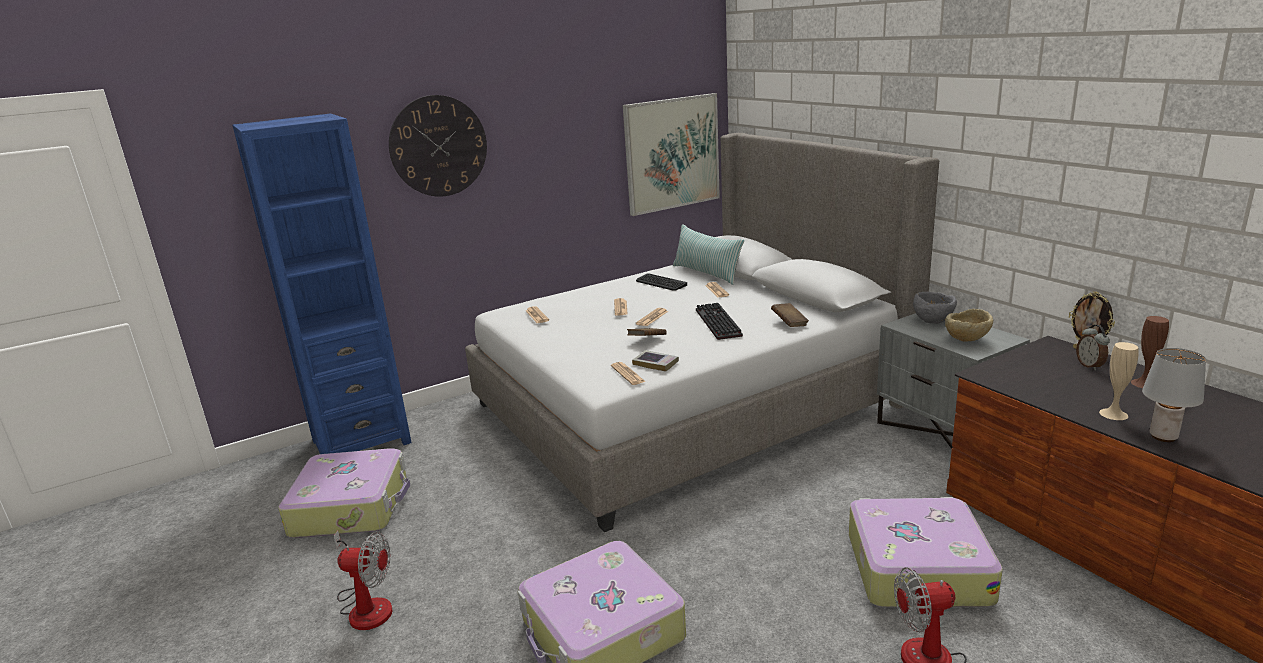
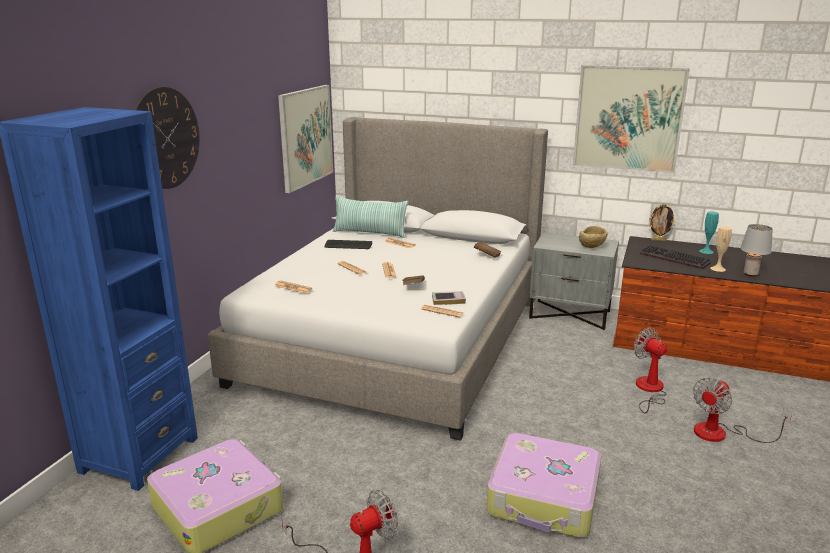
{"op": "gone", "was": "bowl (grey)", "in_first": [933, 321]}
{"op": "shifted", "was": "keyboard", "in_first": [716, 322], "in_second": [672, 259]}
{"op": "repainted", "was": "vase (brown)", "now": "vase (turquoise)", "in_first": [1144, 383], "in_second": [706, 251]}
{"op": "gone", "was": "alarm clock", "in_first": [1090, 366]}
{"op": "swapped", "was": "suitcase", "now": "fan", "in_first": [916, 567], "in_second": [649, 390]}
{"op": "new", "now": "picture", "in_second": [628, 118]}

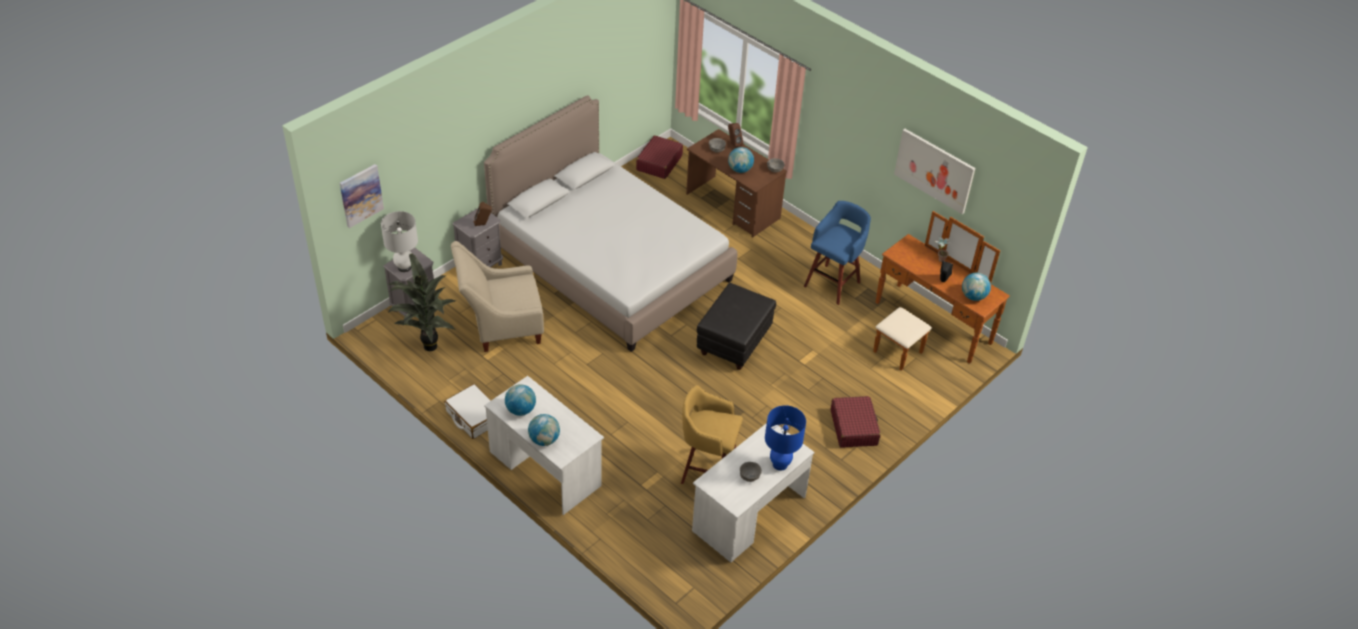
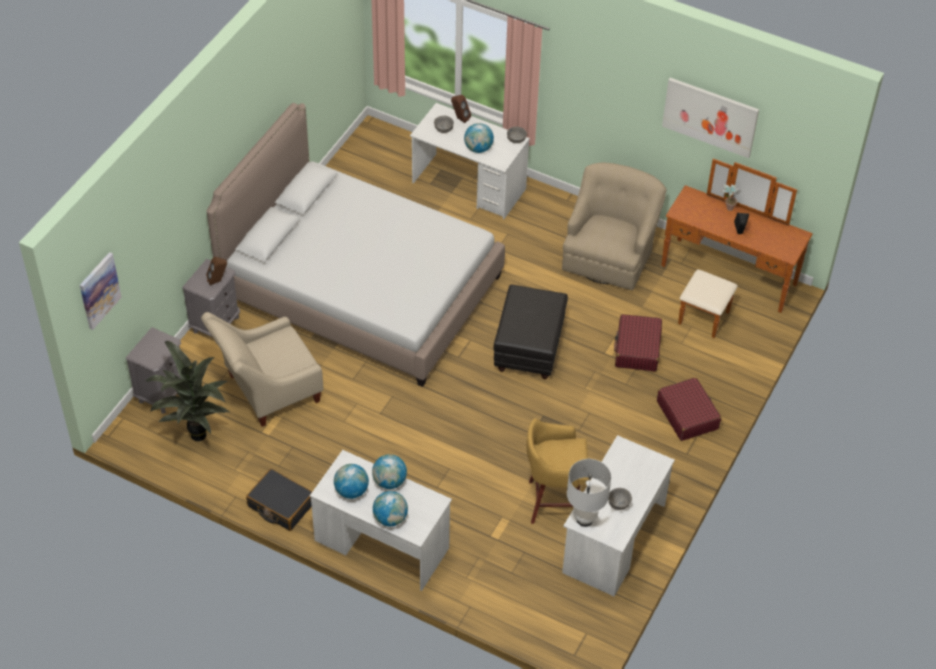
{"op": "repainted", "was": "desk (brown)", "now": "desk (white)", "in_first": [732, 206], "in_second": [469, 186]}
{"op": "shifted", "was": "suitcase (red)", "in_first": [659, 163], "in_second": [637, 349]}
{"op": "swapped", "was": "stool (blue)", "now": "armchair (beige)", "in_first": [833, 283], "in_second": [609, 254]}
{"op": "shifted", "was": "table lamp (white)", "in_first": [404, 267], "in_second": [584, 519]}
{"op": "shifted", "was": "globe", "in_first": [973, 296], "in_second": [389, 481]}
{"op": "repainted", "was": "suitcase (white)", "now": "suitcase (black)", "in_first": [473, 417], "in_second": [280, 505]}
{"op": "gone", "was": "table lamp (blue)", "in_first": [780, 464]}

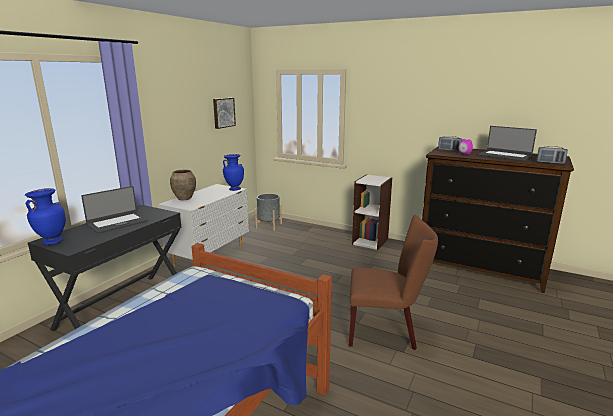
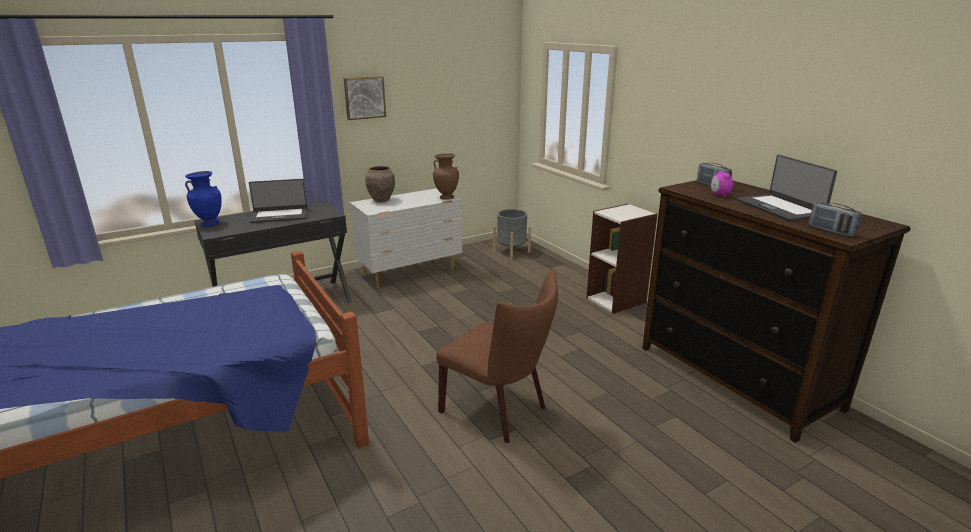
{"op": "shifted", "was": "picture", "in_first": [223, 112], "in_second": [364, 97]}
{"op": "repainted", "was": "vase (blue)", "now": "vase (brown)", "in_first": [234, 189], "in_second": [446, 198]}

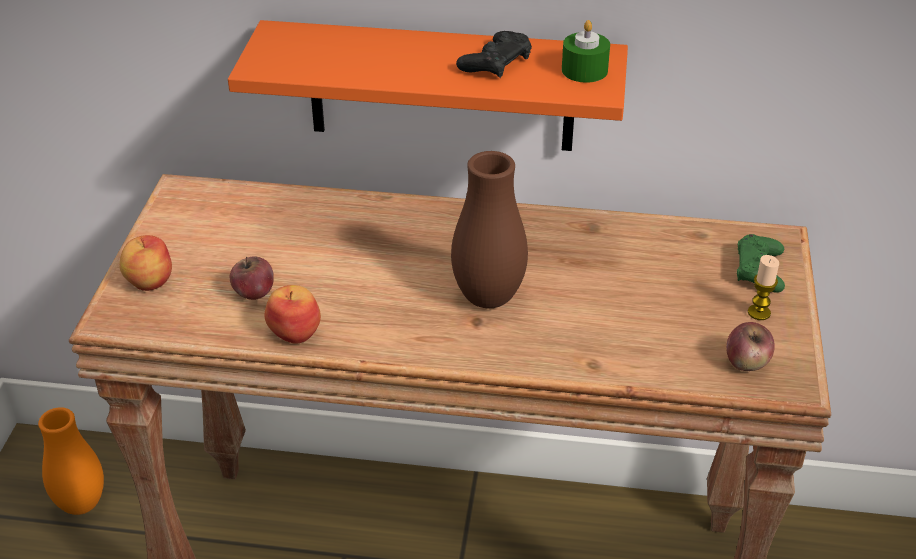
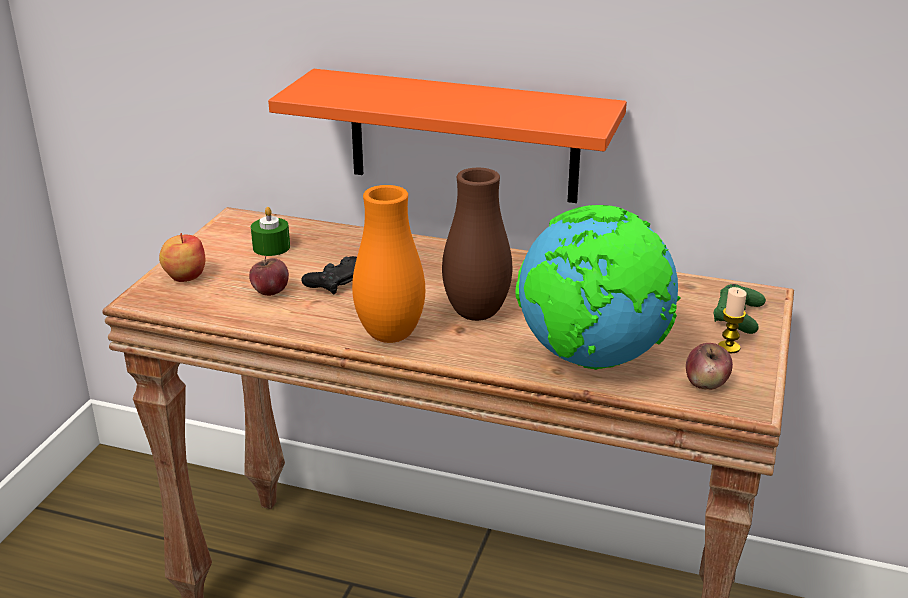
{"op": "shifted", "was": "candle (green)", "in_first": [584, 70], "in_second": [271, 247]}
{"op": "shifted", "was": "game controller (black)", "in_first": [496, 63], "in_second": [338, 282]}
{"op": "gone", "was": "apple", "in_first": [295, 331]}
{"op": "shifted", "was": "vase (orange)", "in_first": [81, 504], "in_second": [390, 335]}
{"op": "new", "now": "globe", "in_second": [592, 359]}

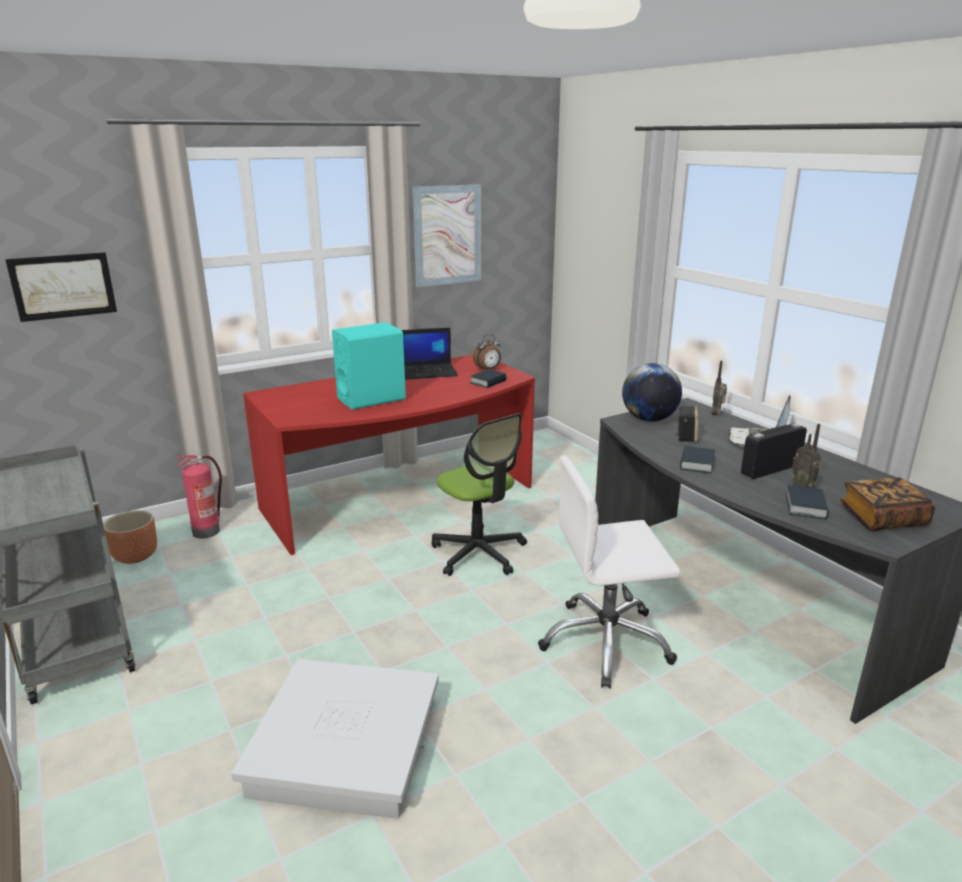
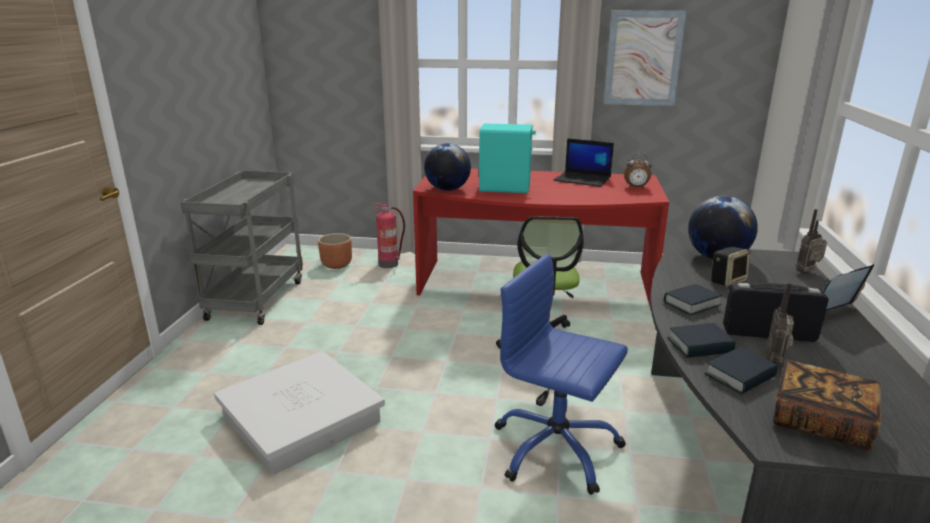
{"op": "gone", "was": "picture", "in_first": [63, 286]}
{"op": "shifted", "was": "book", "in_first": [488, 382], "in_second": [700, 346]}
{"op": "repainted", "was": "office chair (white)", "now": "office chair (blue)", "in_first": [606, 642], "in_second": [555, 449]}
{"op": "new", "now": "globe", "in_second": [447, 189]}

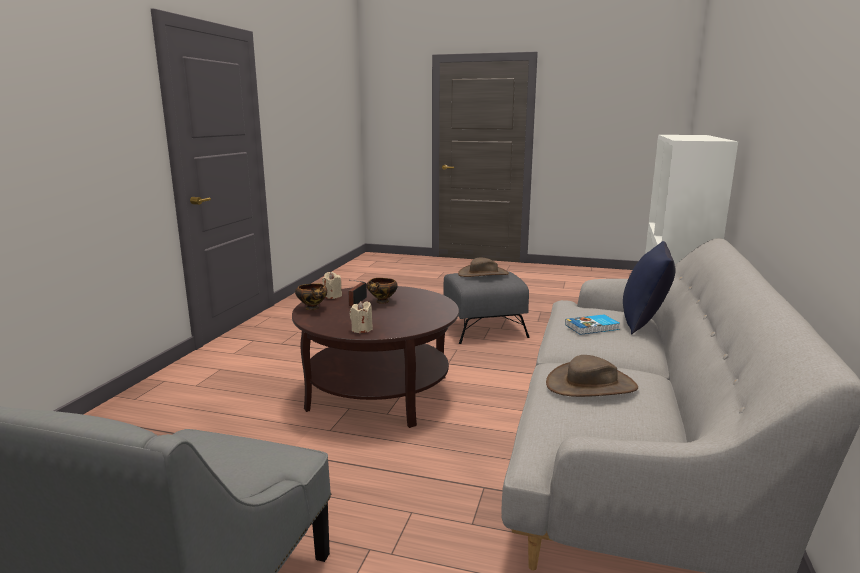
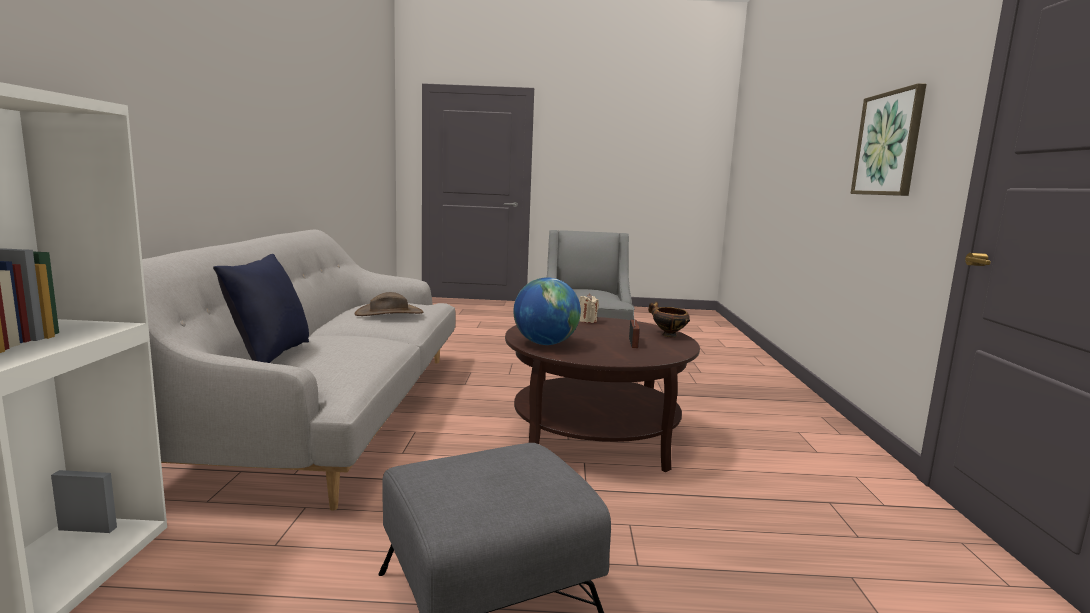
{"op": "gone", "was": "hat (brown)", "in_first": [483, 274]}
{"op": "gone", "was": "candle (beige)", "in_first": [332, 296]}
{"op": "gone", "was": "bowl", "in_first": [382, 302]}
{"op": "gone", "was": "book", "in_first": [592, 327]}
{"op": "new", "now": "picture", "in_second": [888, 144]}
{"op": "new", "now": "globe", "in_second": [545, 344]}

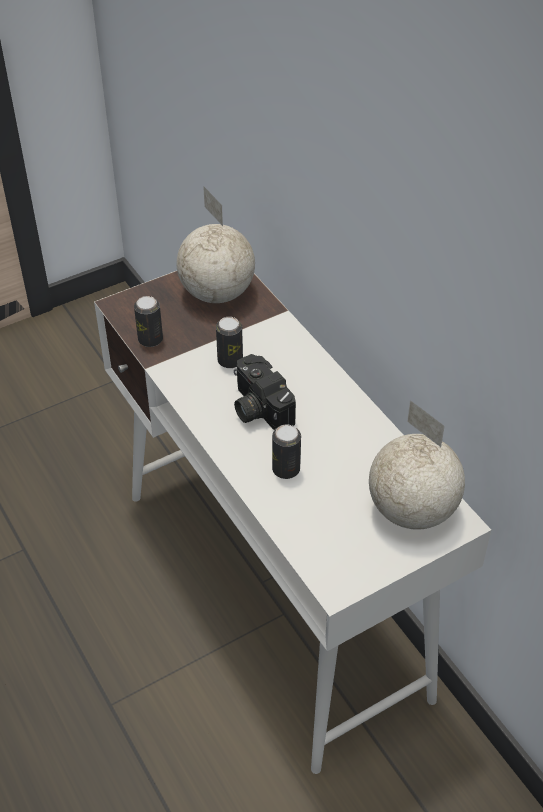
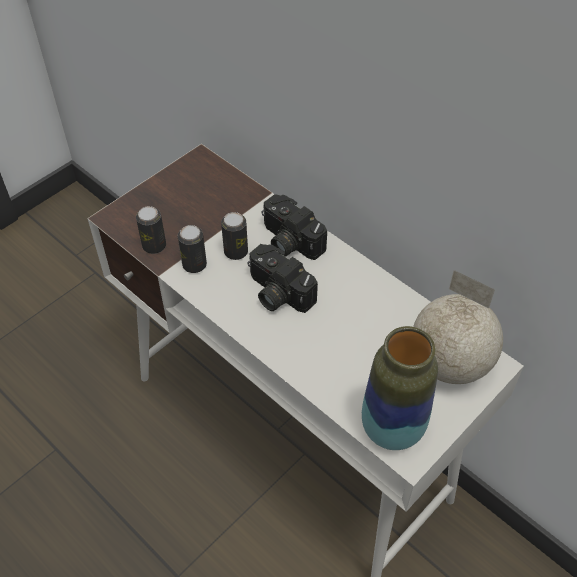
{"op": "gone", "was": "globe", "in_first": [217, 293]}
{"op": "shifted", "was": "can", "in_first": [286, 469], "in_second": [194, 265]}
{"op": "new", "now": "photo camera", "in_second": [288, 241]}
{"op": "new", "now": "vase", "in_second": [392, 429]}

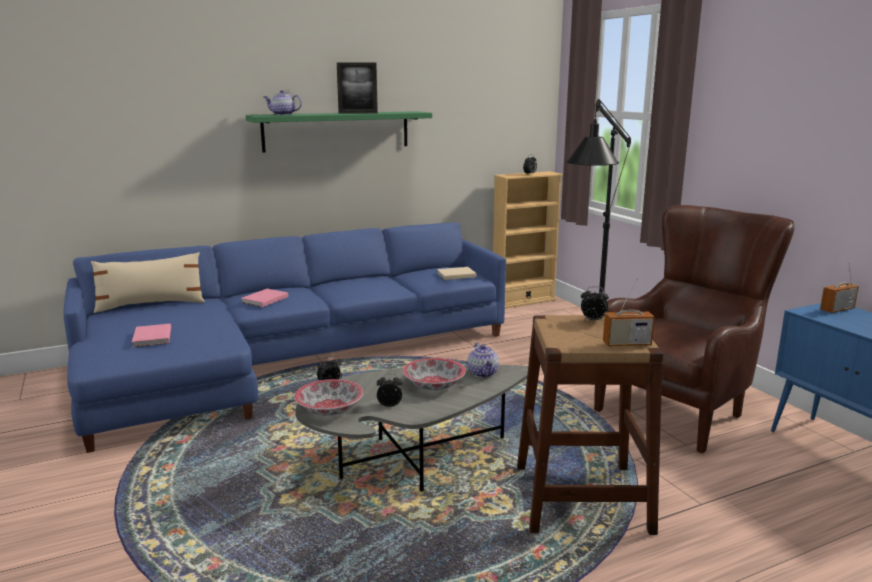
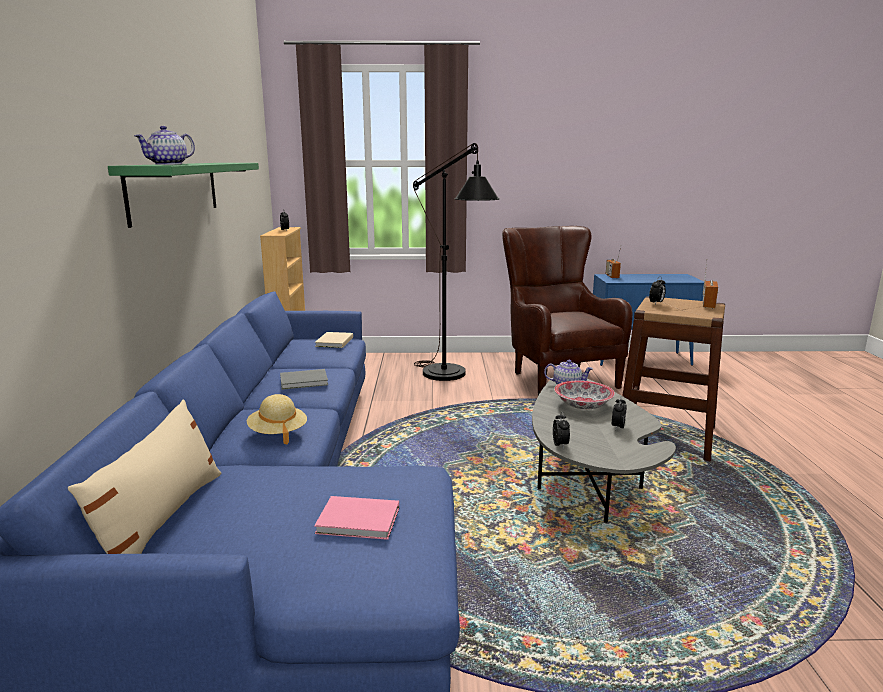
{"op": "gone", "was": "picture frame", "in_first": [358, 113]}
{"op": "swapped", "was": "book (pink)", "now": "hat (beige)", "in_first": [263, 300], "in_second": [278, 433]}
{"op": "gone", "was": "bowl", "in_first": [329, 410]}
{"op": "new", "now": "book (grey)", "in_second": [305, 381]}

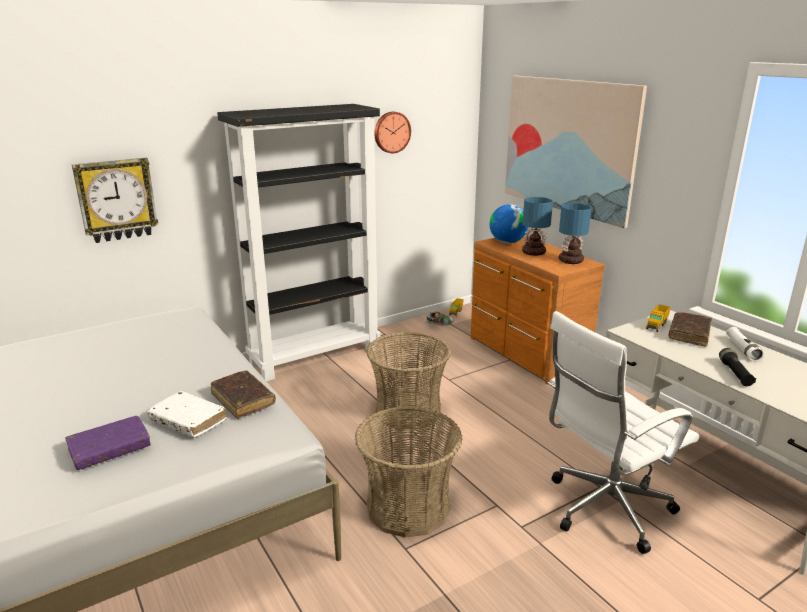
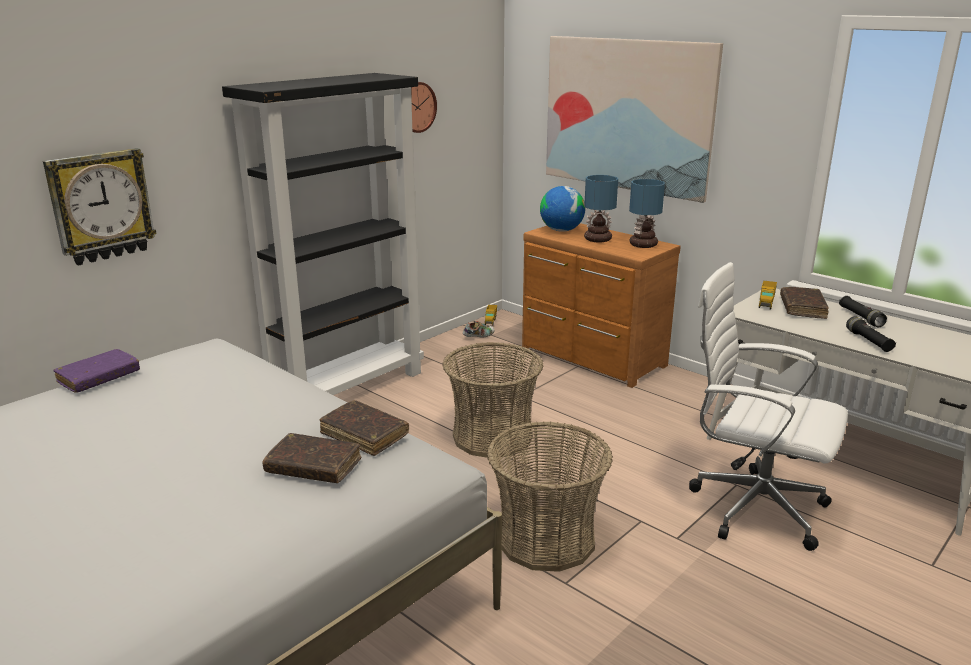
{"op": "rotated", "was": "office chair (white)", "in_first": [604, 510], "in_second": [751, 507], "clockwise": 75}
{"op": "repainted", "was": "flashlight (white)", "now": "flashlight (black)", "in_first": [742, 349], "in_second": [860, 317]}
{"op": "repainted", "was": "book (white)", "now": "book (brown)", "in_first": [188, 421], "in_second": [313, 467]}
{"op": "shifted", "was": "book (purple)", "in_first": [110, 449], "in_second": [99, 378]}

